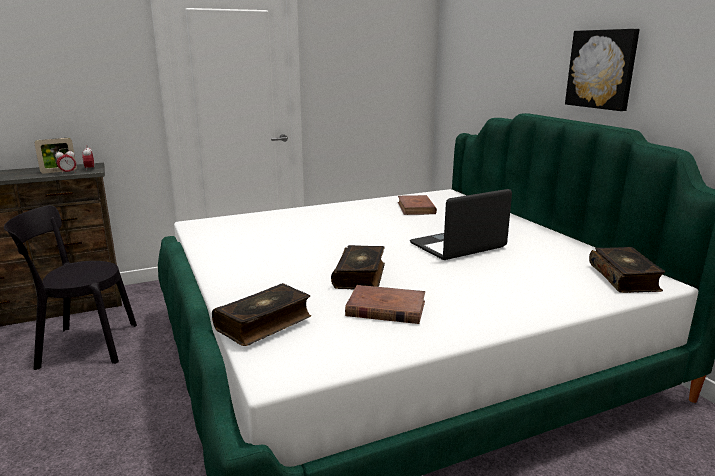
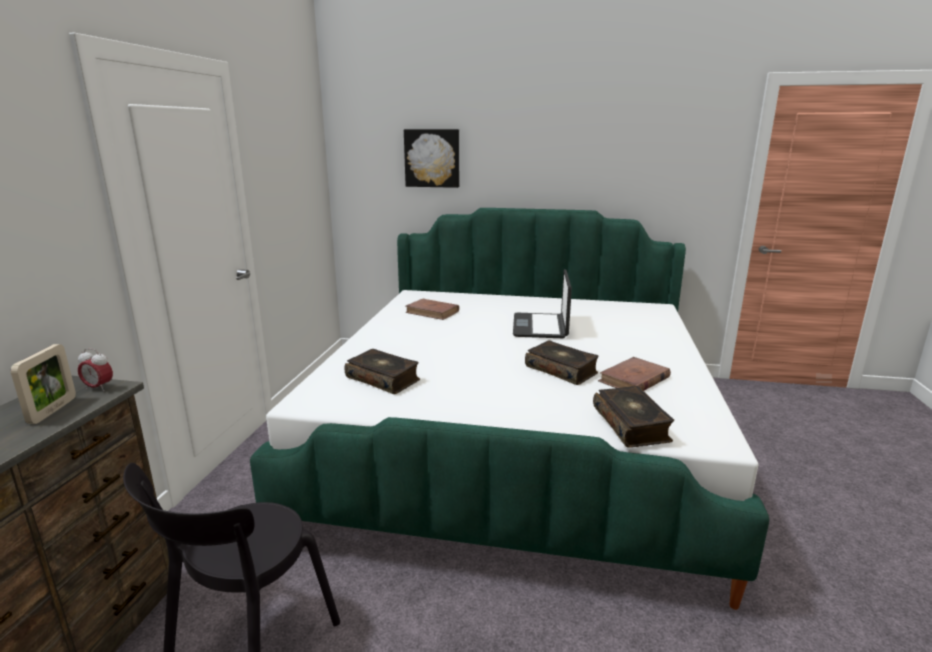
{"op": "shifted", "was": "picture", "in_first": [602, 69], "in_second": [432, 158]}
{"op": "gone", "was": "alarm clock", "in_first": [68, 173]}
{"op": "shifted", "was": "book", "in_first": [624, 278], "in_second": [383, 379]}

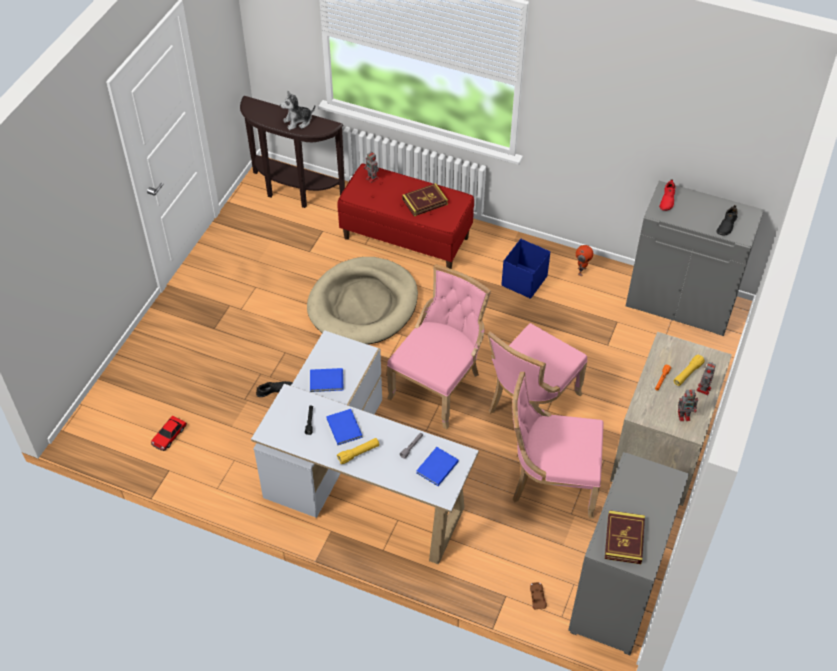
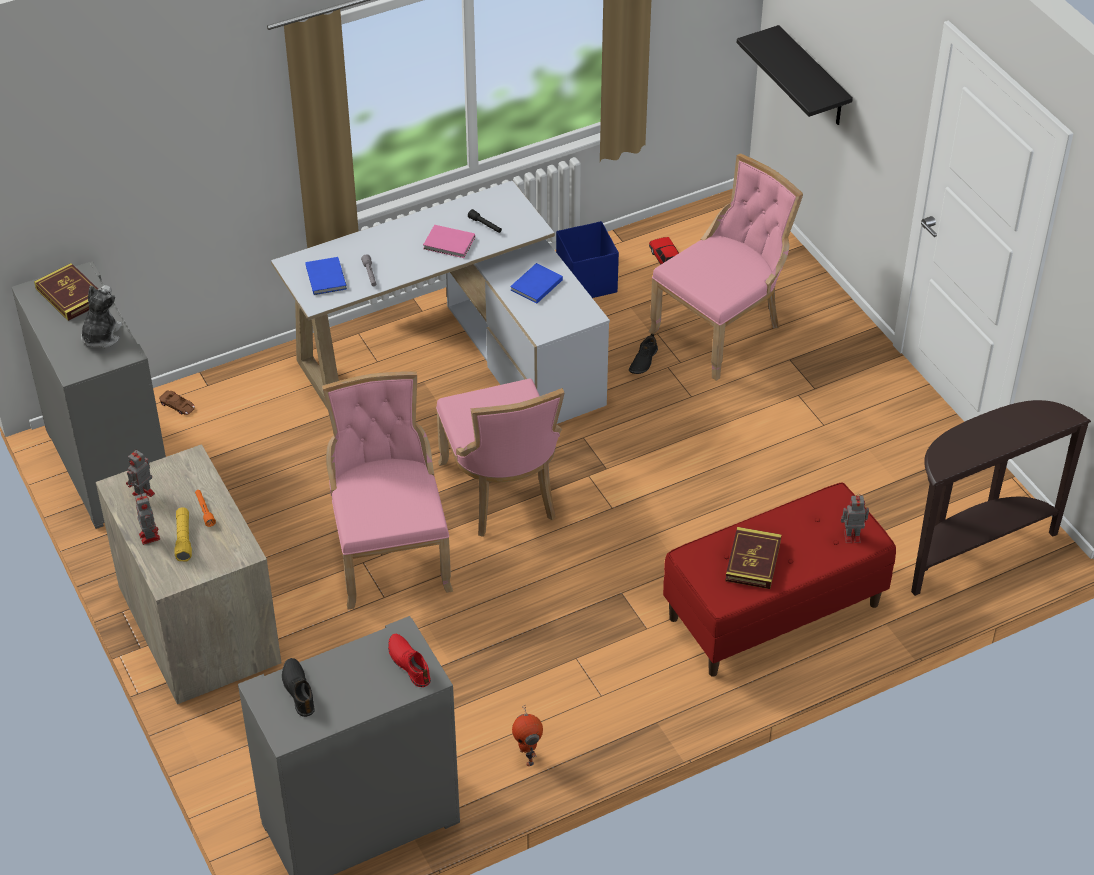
{"op": "shifted", "was": "plush toy", "in_first": [298, 122], "in_second": [101, 336]}
{"op": "shifted", "was": "storage box (blue)", "in_first": [523, 281], "in_second": [586, 281]}
{"op": "gone", "was": "dog bed (beige)", "in_first": [363, 304]}
{"op": "shifted", "was": "chair (pink)", "in_first": [550, 481], "in_second": [721, 330]}
{"op": "repainted", "was": "book (blue)", "now": "book (pink)", "in_first": [344, 427], "in_second": [450, 244]}
{"op": "gone", "was": "flashlight (yellow)", "in_first": [358, 453]}
{"op": "new", "now": "shelf (black)", "in_second": [813, 78]}

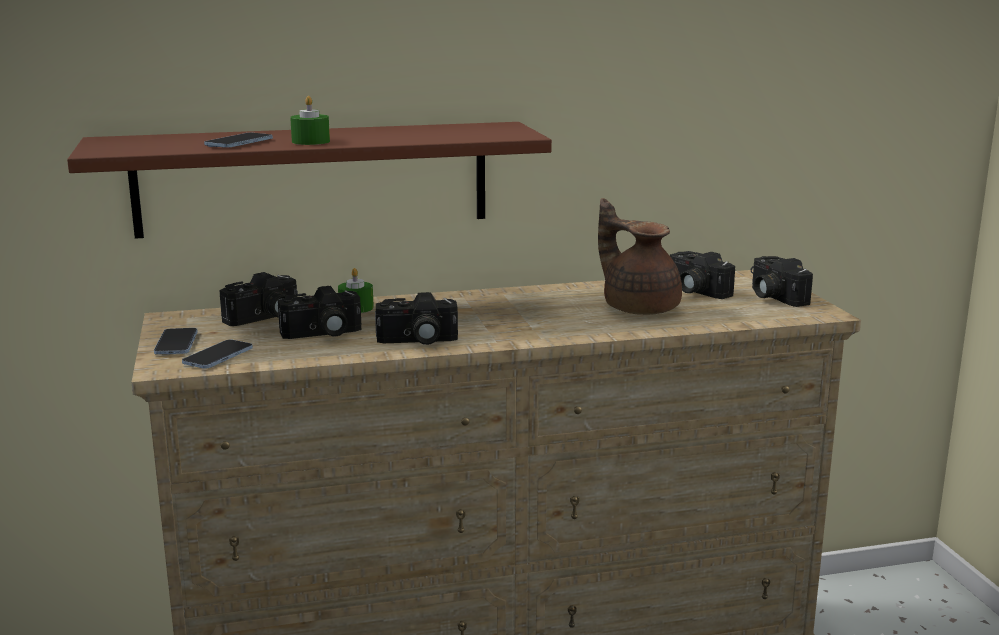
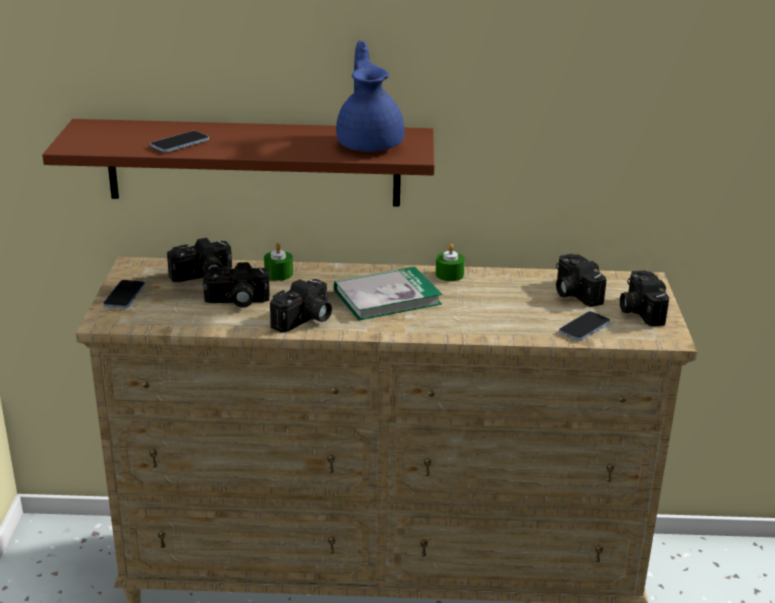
{"op": "shifted", "was": "candle (green)", "in_first": [310, 141], "in_second": [449, 274]}
{"op": "gone", "was": "teapot (brown)", "in_first": [639, 307]}
{"op": "rotated", "was": "photo camera", "in_first": [417, 341], "in_second": [304, 320], "clockwise": -60}
{"op": "shifted", "was": "phone", "in_first": [218, 356], "in_second": [584, 328]}
{"op": "new", "now": "teapot (blue)", "in_second": [370, 144]}
{"op": "new", "now": "book", "in_second": [387, 297]}

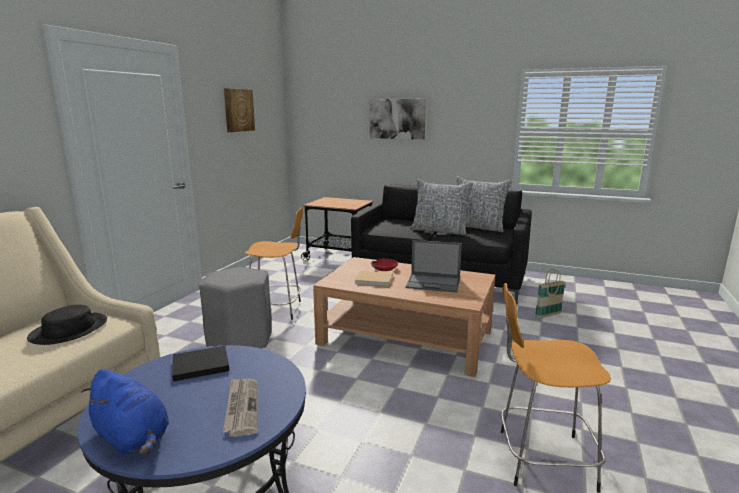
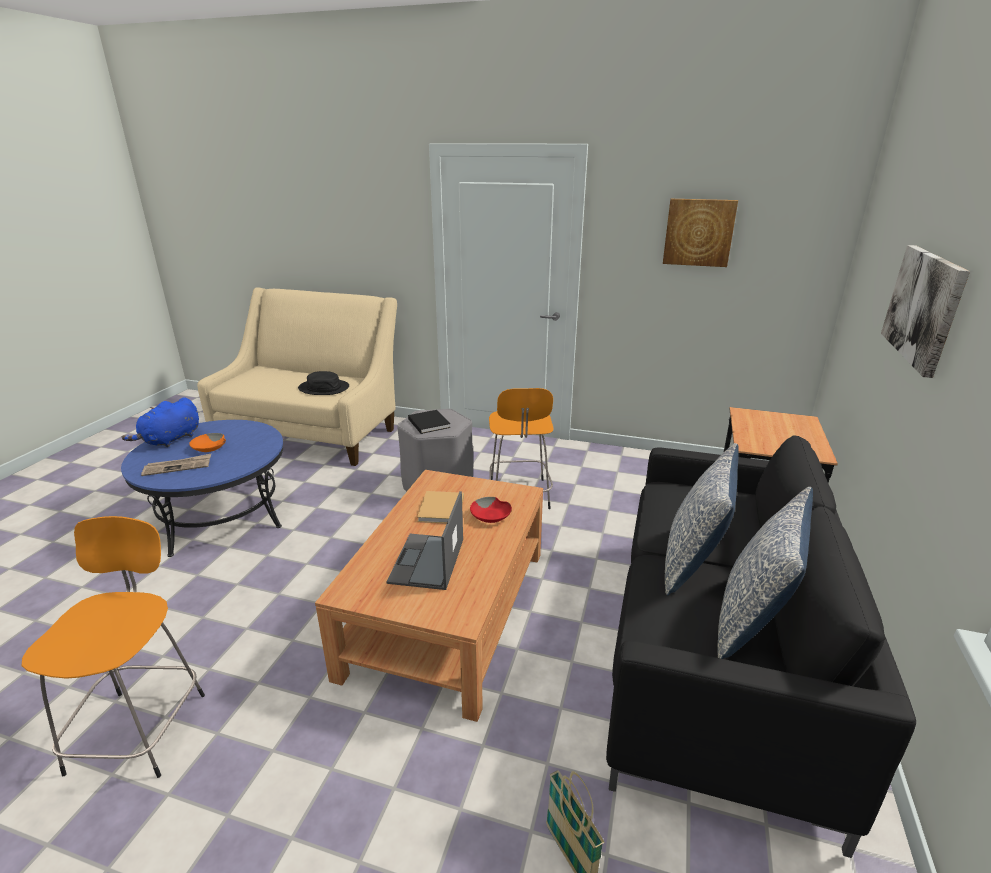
{"op": "shifted", "was": "book (black)", "in_first": [199, 365], "in_second": [428, 422]}
{"op": "new", "now": "bowl (orange)", "in_second": [209, 448]}

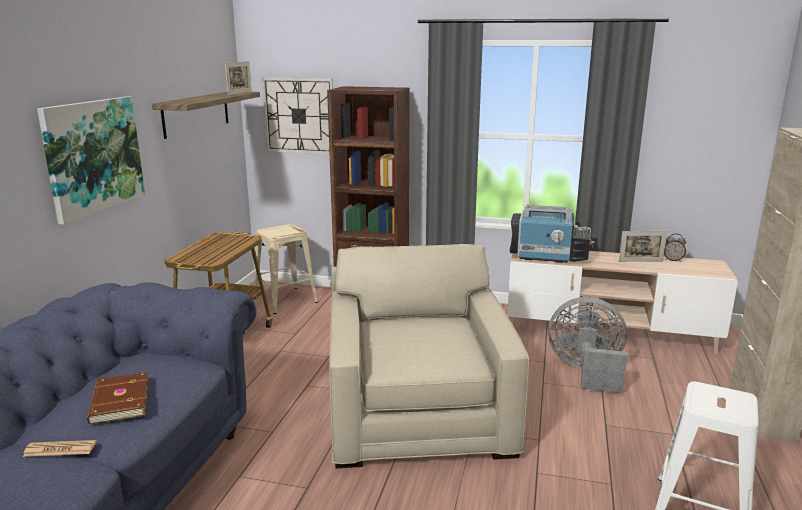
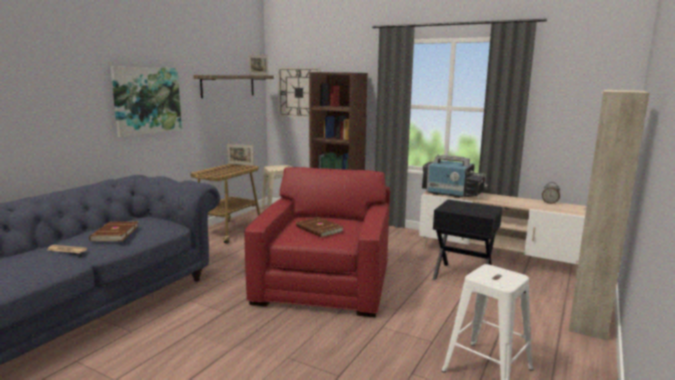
{"op": "shifted", "was": "picture frame", "in_first": [640, 261], "in_second": [240, 164]}
{"op": "repainted", "was": "armchair (beige)", "now": "armchair (red)", "in_first": [418, 410], "in_second": [324, 282]}
{"op": "swapped", "was": "fan (grey)", "now": "side table (black)", "in_first": [586, 371], "in_second": [462, 276]}
{"op": "new", "now": "book (brown)", "in_second": [319, 229]}

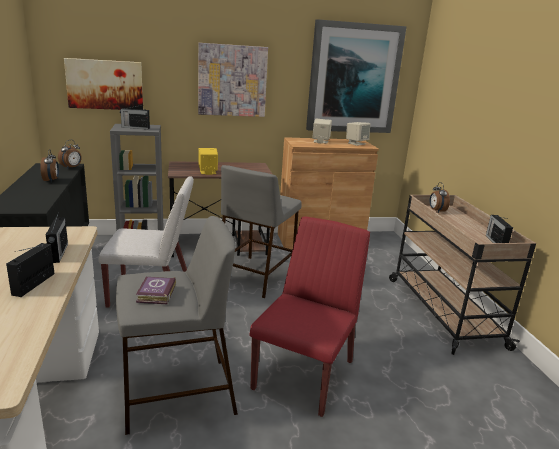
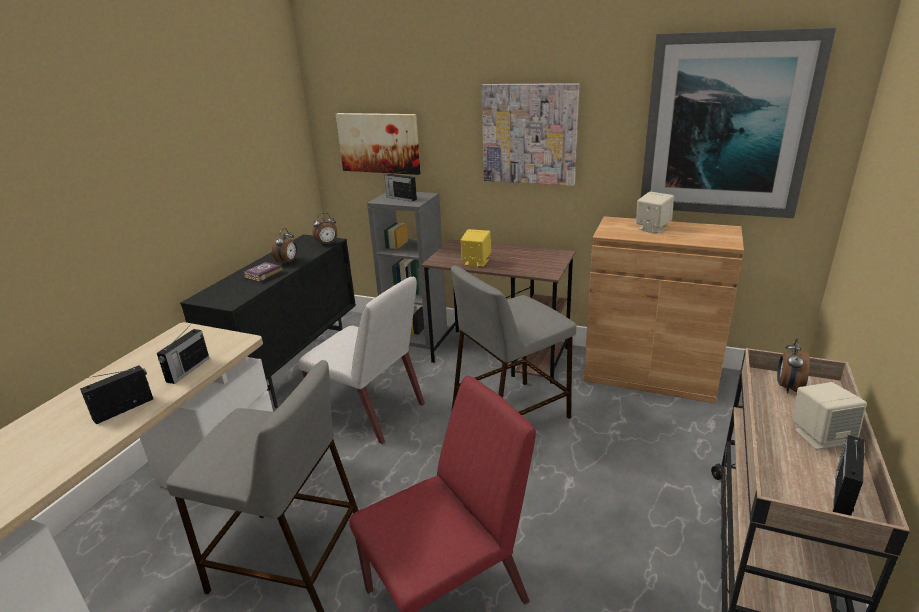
{"op": "shifted", "was": "speaker (beige)", "in_first": [356, 143], "in_second": [820, 436]}
{"op": "shifted", "was": "book", "in_first": [155, 294], "in_second": [262, 275]}

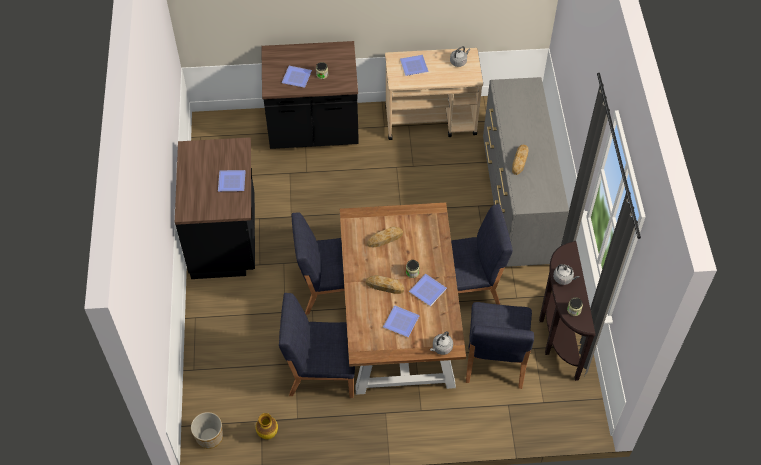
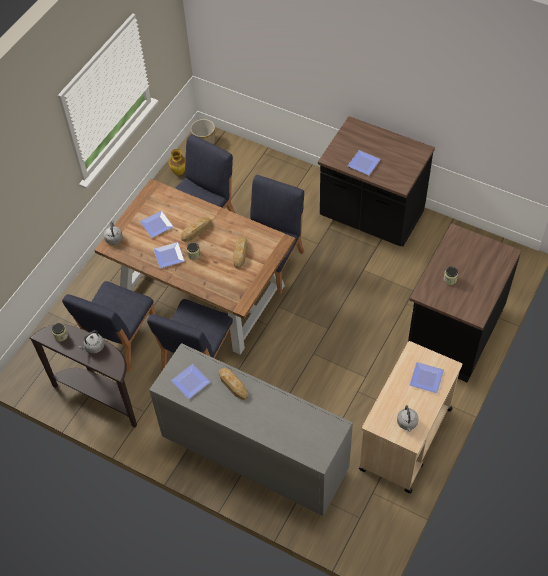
{"op": "shifted", "was": "plate", "in_first": [295, 78], "in_second": [191, 381]}
{"op": "rotated", "was": "chair (blue)", "in_first": [495, 358], "in_second": [119, 339], "clockwise": -105}

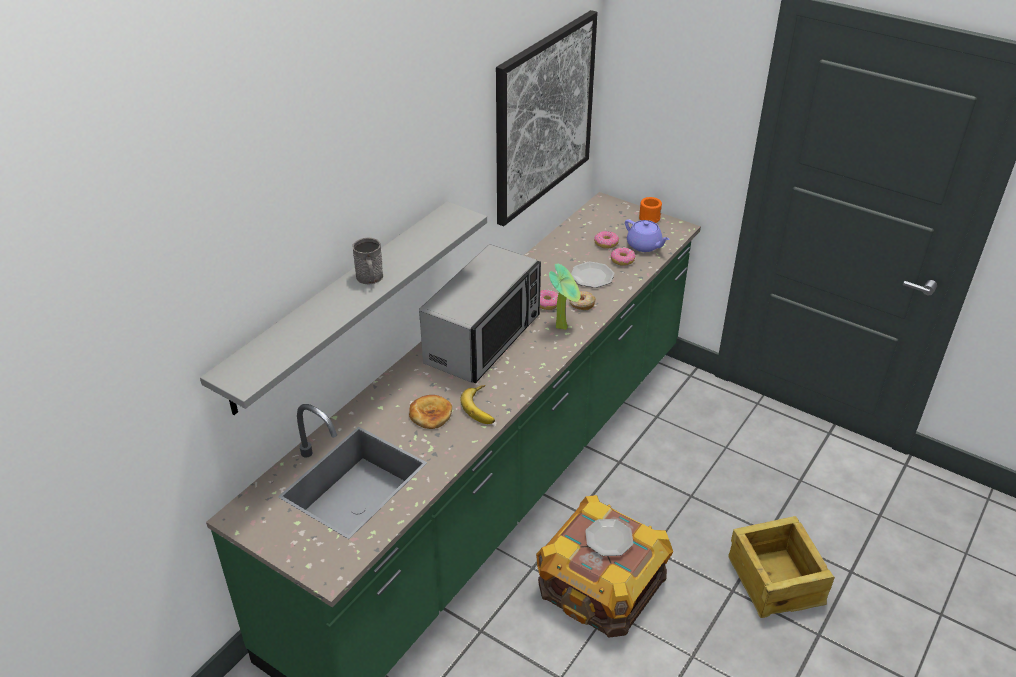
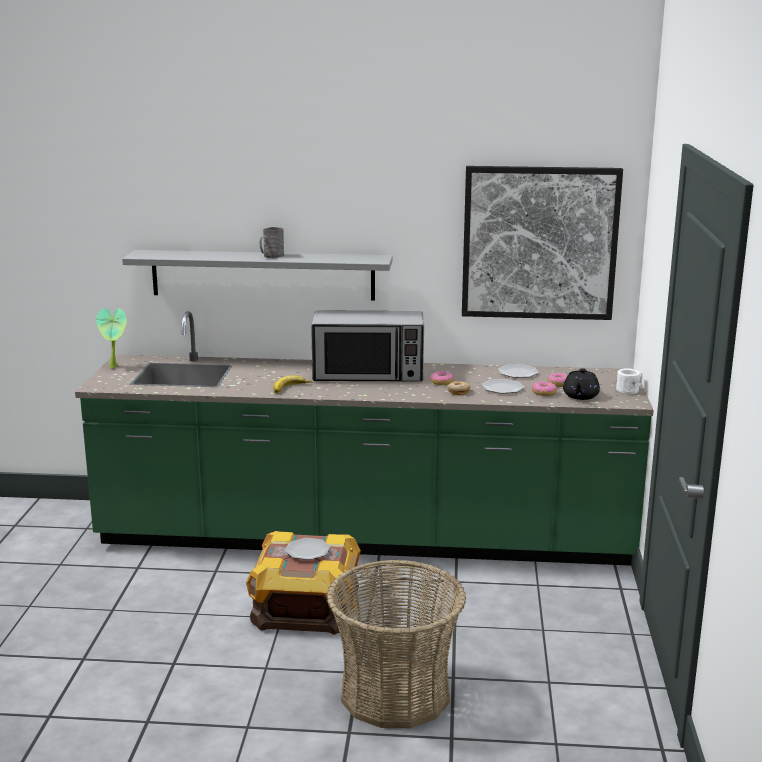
{"op": "repainted", "was": "mug (orange)", "now": "mug (white)", "in_first": [649, 217], "in_second": [629, 390]}
{"op": "repainted", "was": "teapot (purple)", "now": "teapot (black)", "in_first": [644, 246], "in_second": [580, 396]}
{"op": "shifted", "was": "potted plant", "in_first": [563, 326], "in_second": [115, 367]}
{"op": "gone", "was": "bread", "in_first": [430, 414]}
{"op": "swapped", "was": "crate", "now": "basket", "in_first": [775, 579], "in_second": [395, 693]}
{"op": "new", "now": "plate", "in_second": [518, 373]}

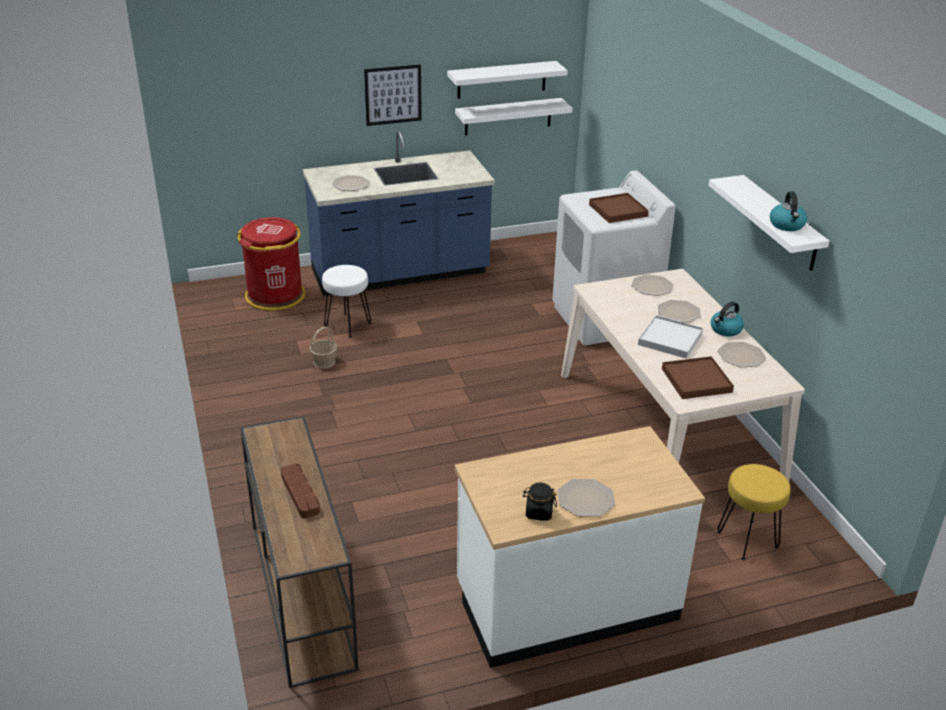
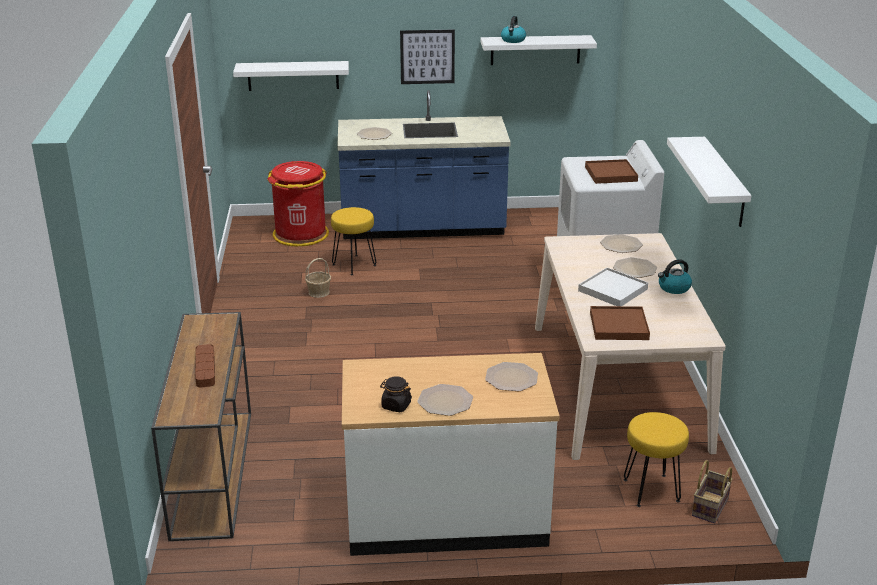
{"op": "shifted", "was": "shelf (white)", "in_first": [508, 116], "in_second": [293, 75]}
{"op": "shifted", "was": "kettle", "in_first": [787, 225], "in_second": [513, 40]}
{"op": "repainted", "was": "stool (white)", "now": "stool (yellow)", "in_first": [347, 325], "in_second": [353, 265]}
{"op": "shifted", "was": "plate", "in_first": [741, 355], "in_second": [511, 378]}
{"op": "new", "now": "basket", "in_second": [710, 508]}

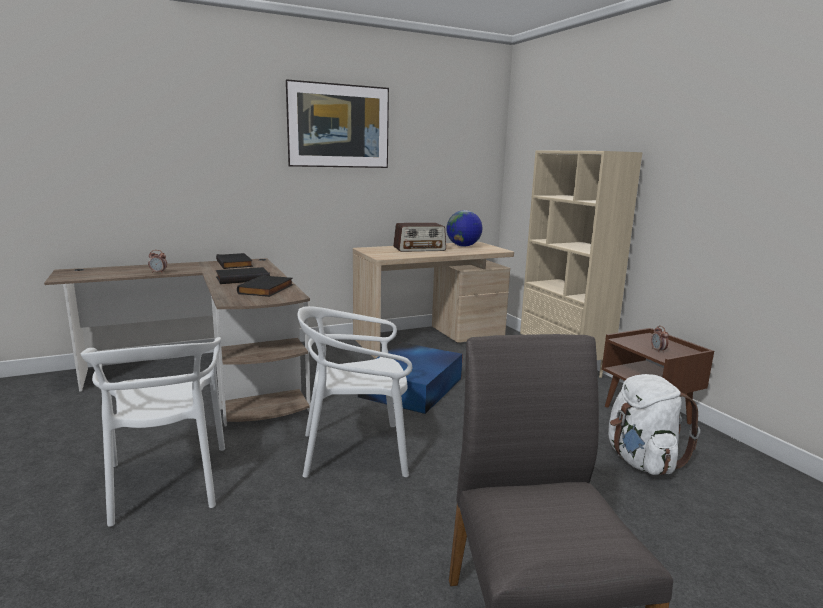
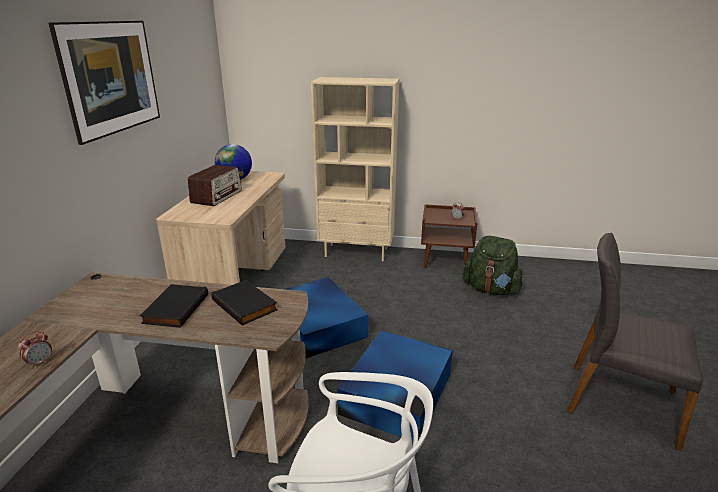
{"op": "gone", "was": "book (black)", "in_first": [235, 264]}
{"op": "swapped", "was": "chair (white)", "now": "storage box (blue)", "in_first": [355, 452], "in_second": [395, 394]}
{"op": "repainted", "was": "backpack (white)", "now": "backpack (green)", "in_first": [641, 461], "in_second": [491, 290]}

